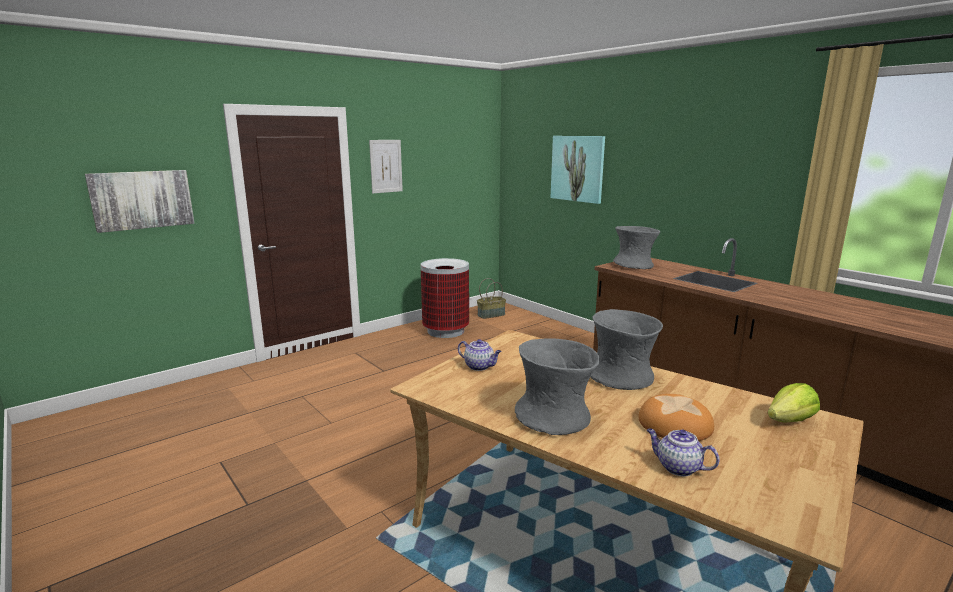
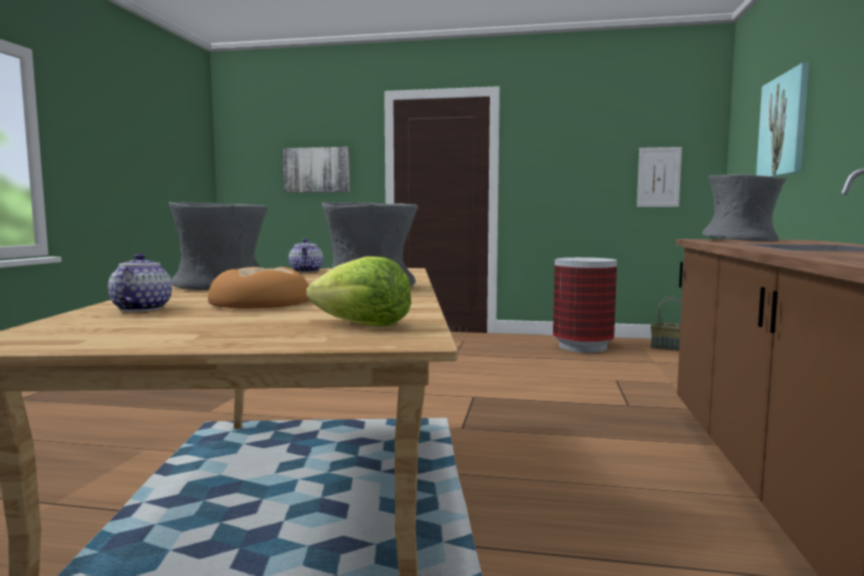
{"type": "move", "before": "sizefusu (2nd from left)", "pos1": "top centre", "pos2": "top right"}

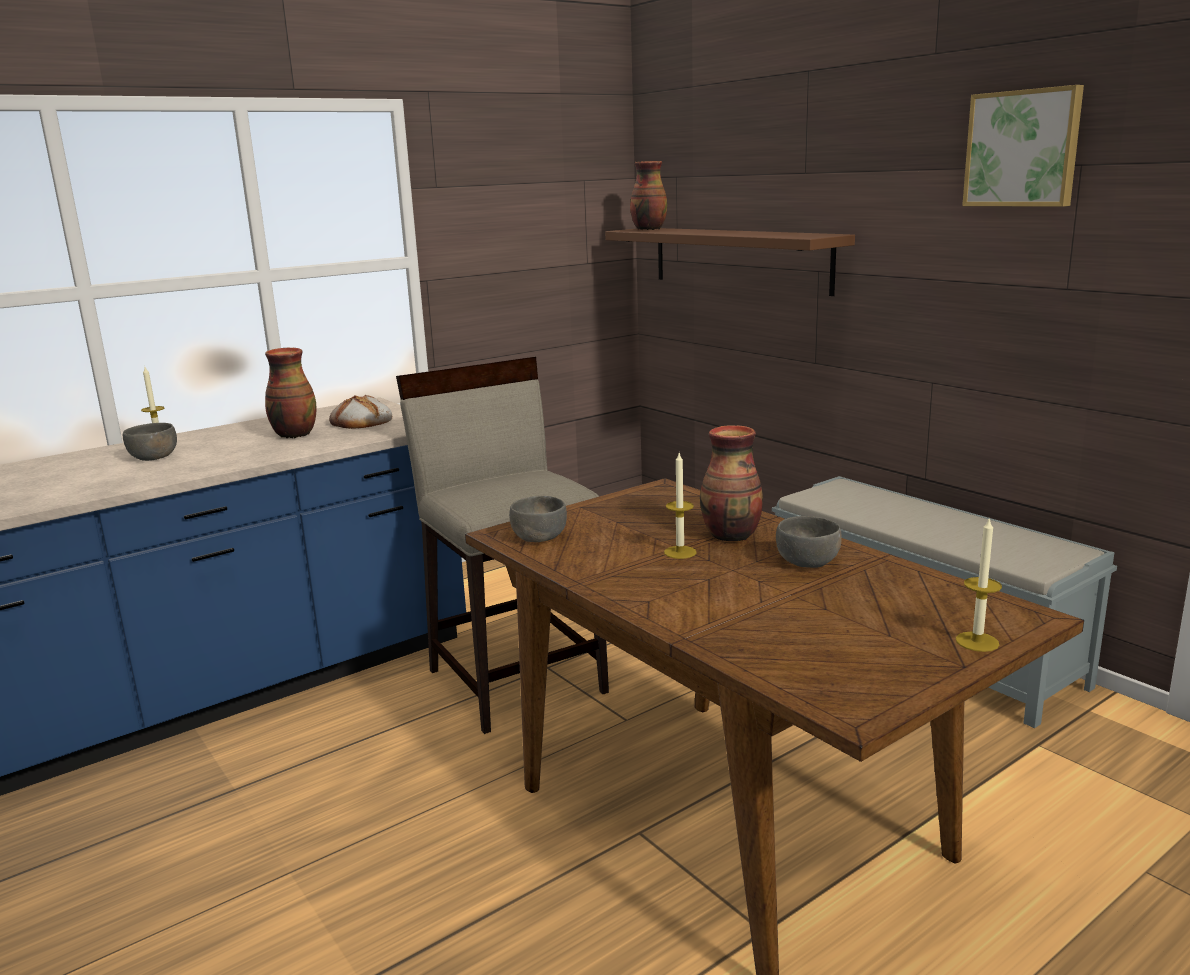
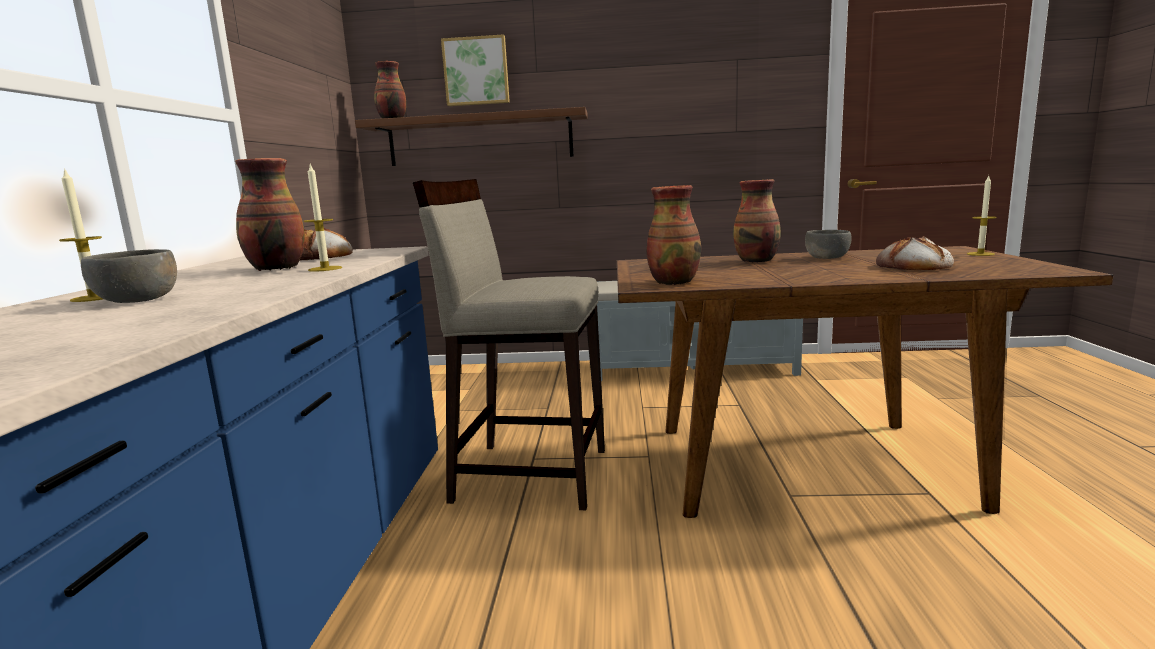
{"type": "move", "before": "sizefusu", "pos1": "top right", "pos2": "top centre"}
{"type": "move", "before": "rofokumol (2nd from left)", "pos1": "centre", "pos2": "middle left"}
{"type": "replace", "before": "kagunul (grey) (2nd from left)", "after": "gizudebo (3rd from left)", "pos1": "centre", "pos2": "centre"}
{"type": "insert", "after": "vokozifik (2nd from left)", "pos2": "middle right"}

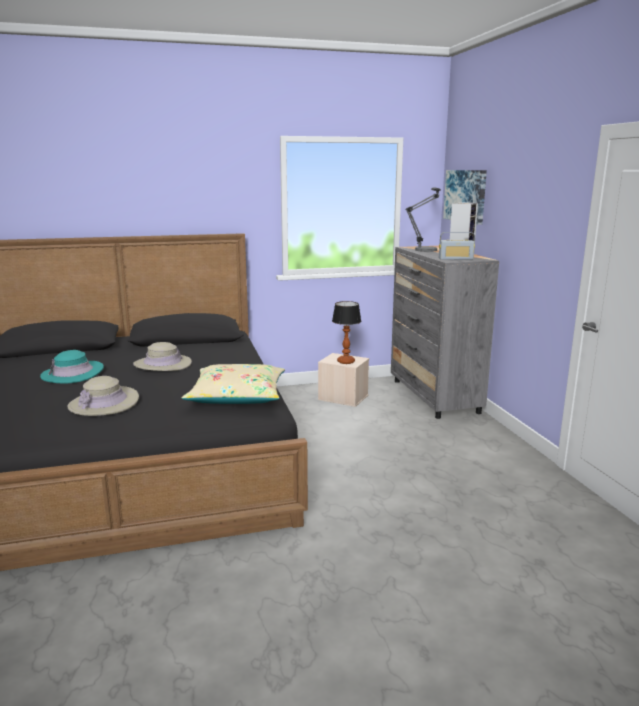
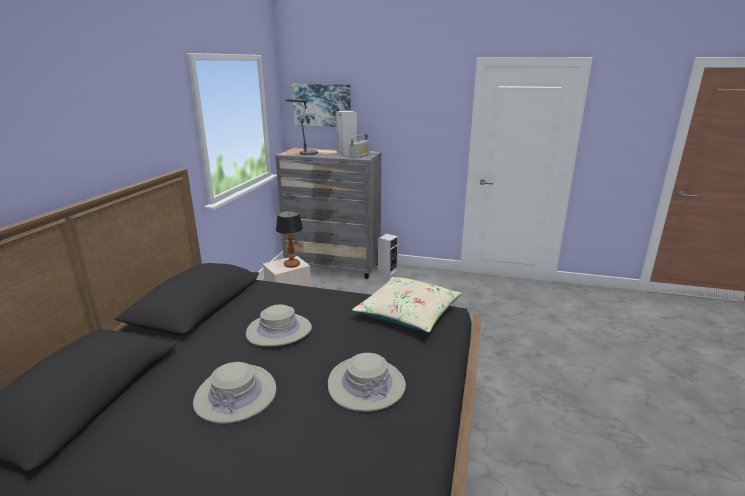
{"type": "recolor", "before": "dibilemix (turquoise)", "after": "dibilemix (beige) (1st from left)", "pos1": "middle left", "pos2": "bottom left"}
{"type": "insert", "after": "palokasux (2nd from left)", "pos2": "centre"}

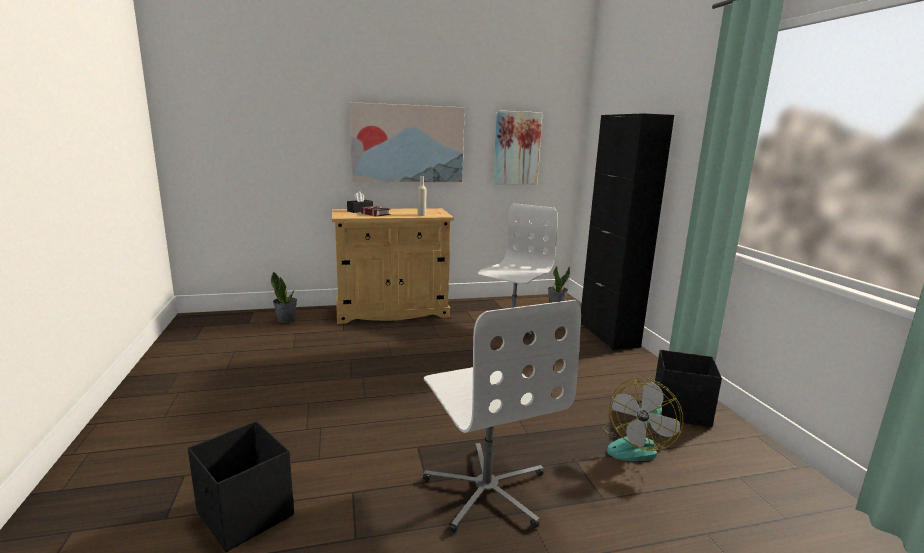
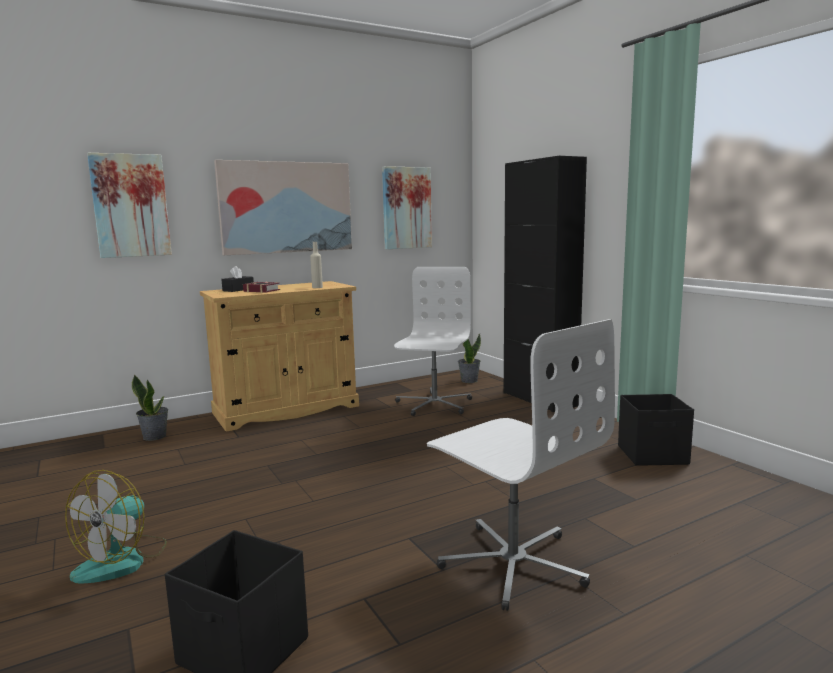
{"type": "move", "before": "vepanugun", "pos1": "bottom right", "pos2": "bottom left"}
{"type": "insert", "after": "sizefusu (1st from left)", "pos2": "top left"}

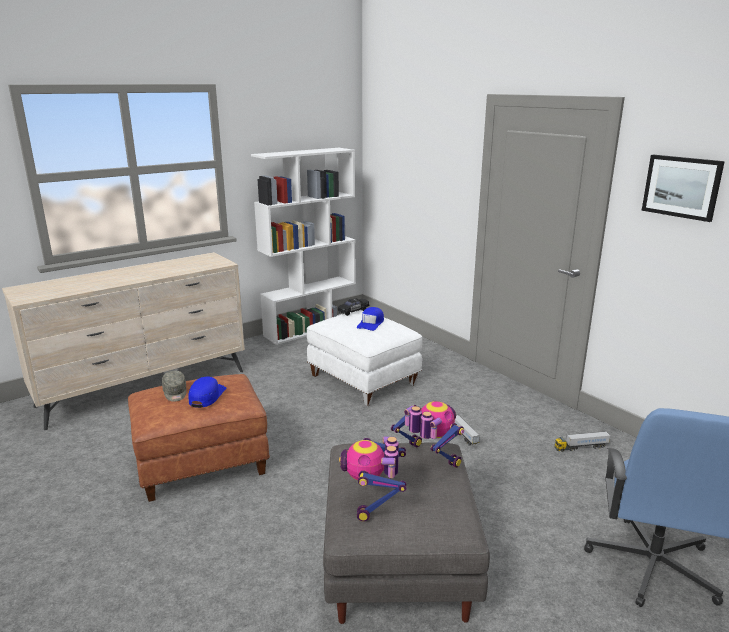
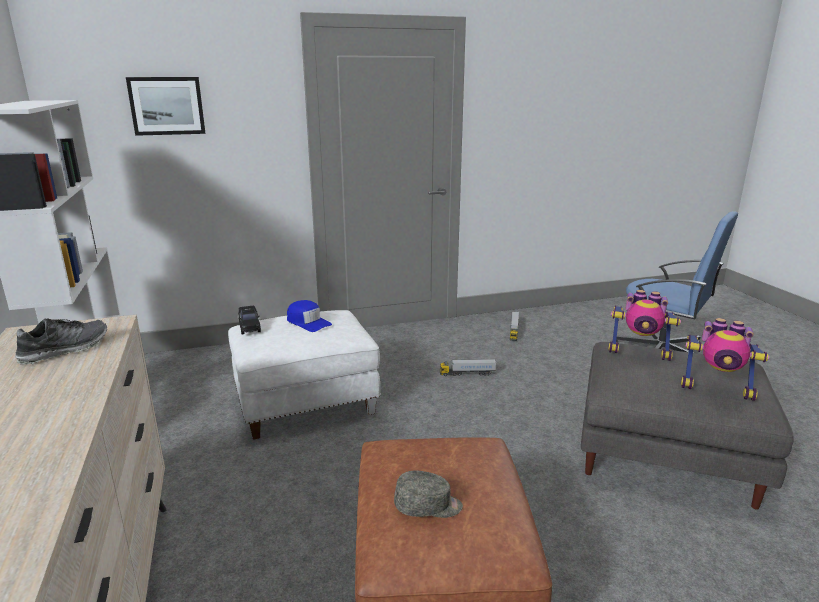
{"type": "move", "before": "sizefusu", "pos1": "top right", "pos2": "top left"}
{"type": "delete", "before": "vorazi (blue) (1st from left)", "pos1": "middle left"}
{"type": "rotate", "before": "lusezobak (2nd from left in the first image)", "pos1": "bottom centre", "pos2": "middle right", "turn": -135}
{"type": "insert", "after": "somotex", "pos2": "middle left"}

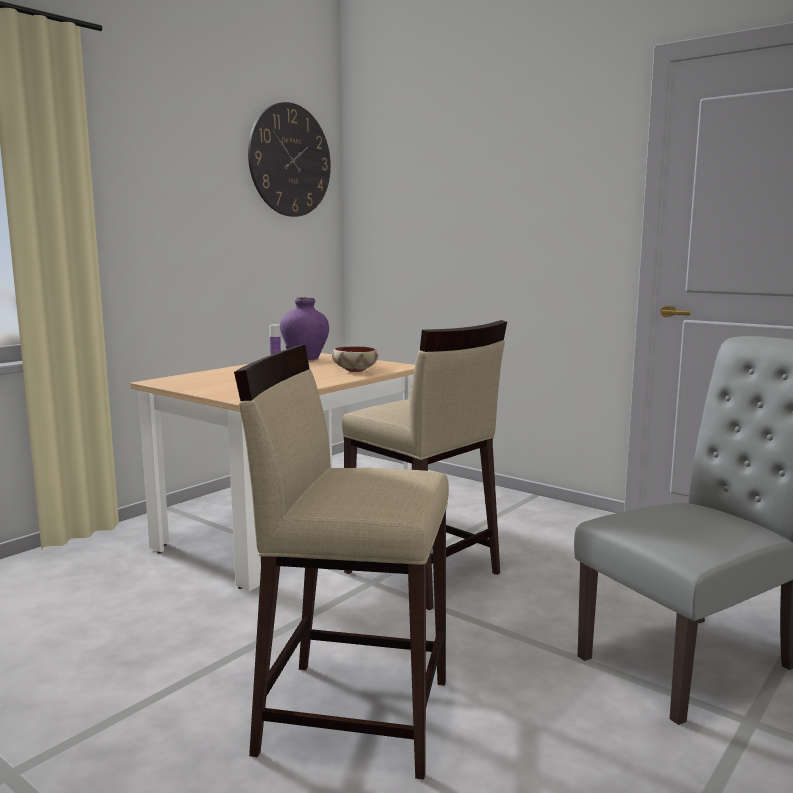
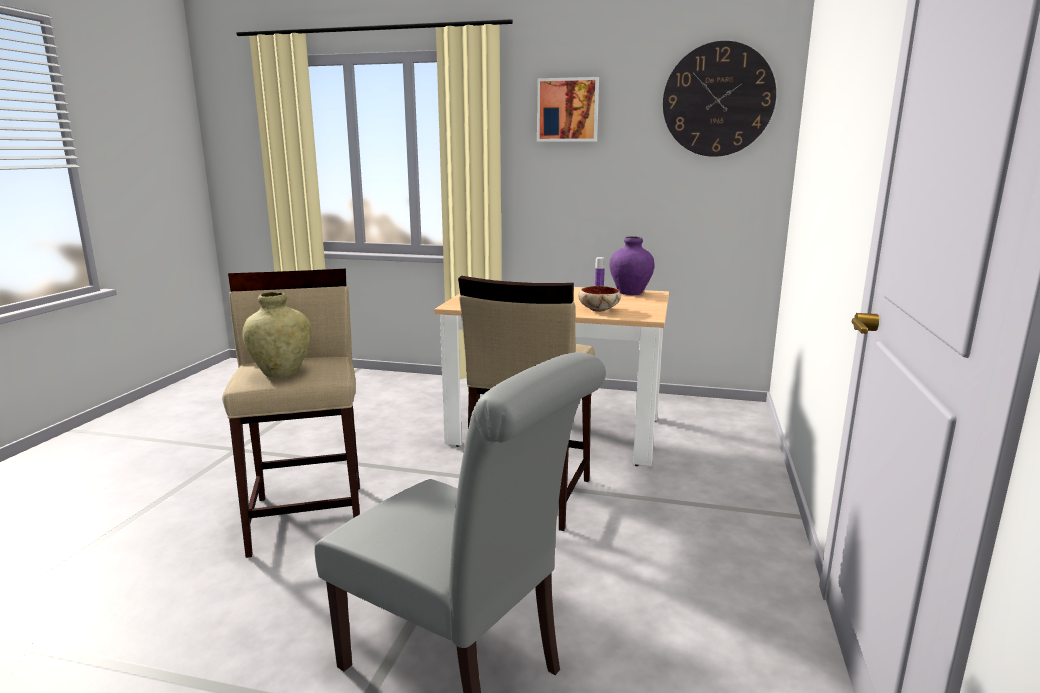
{"type": "insert", "after": "sizefusu", "pos2": "top centre"}
{"type": "insert", "after": "gizudebo (beige)", "pos2": "middle left"}

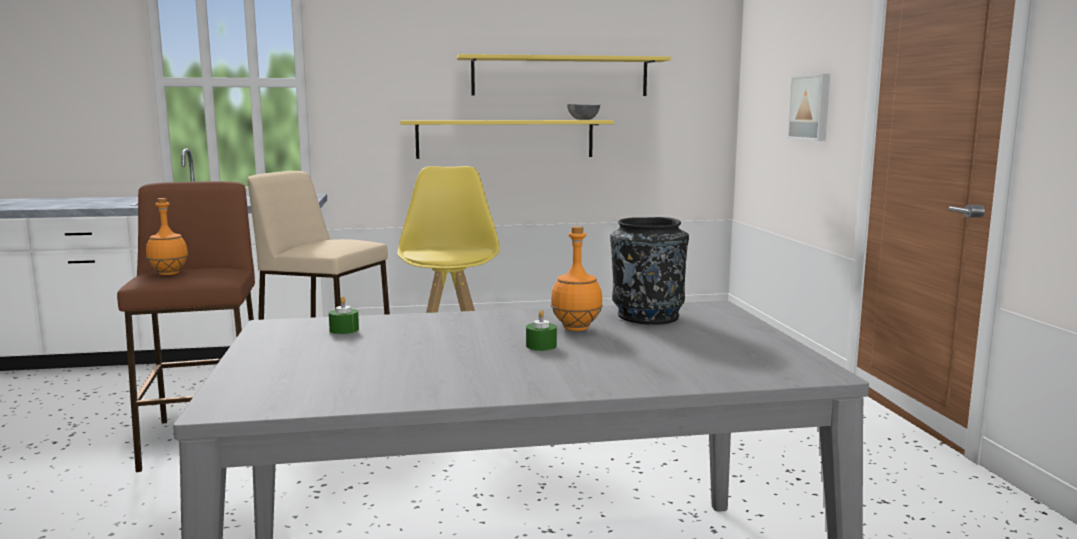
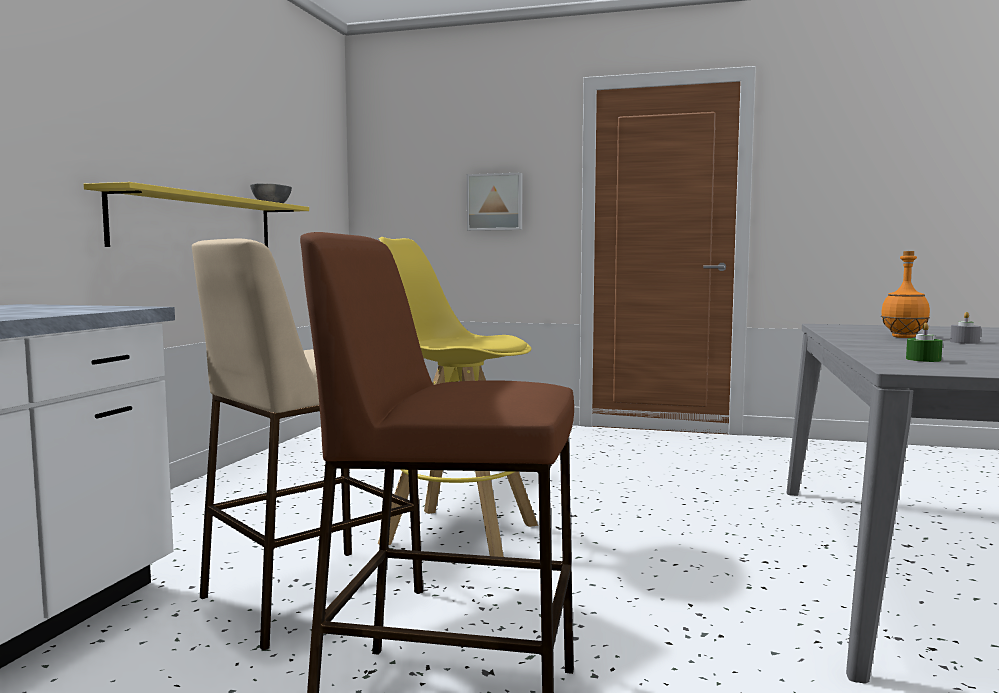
{"type": "delete", "before": "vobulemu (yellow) (2nd from left)", "pos1": "top centre"}
{"type": "delete", "before": "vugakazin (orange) (1st from left)", "pos1": "middle left"}
{"type": "delete", "before": "gizudebo (black)", "pos1": "centre"}
{"type": "recolor", "before": "rofokumol (green) (2nd from left)", "after": "rofokumol (grey)", "pos1": "centre", "pos2": "middle right"}

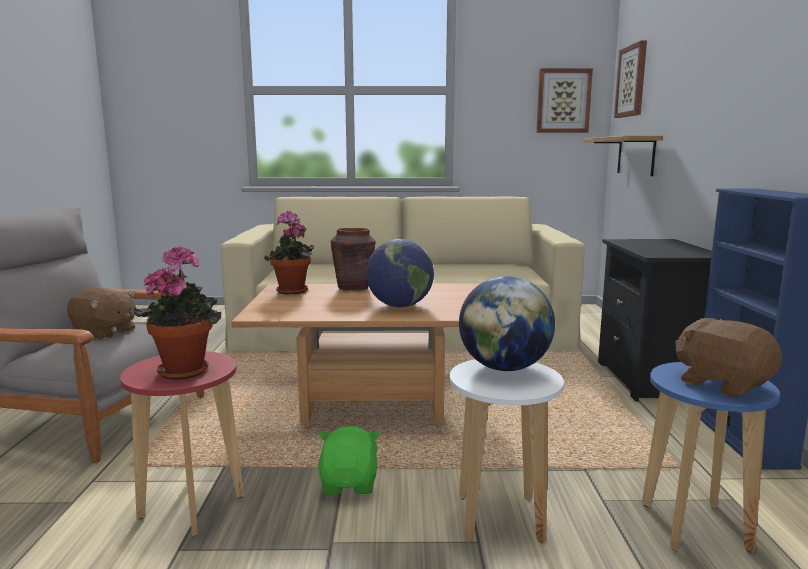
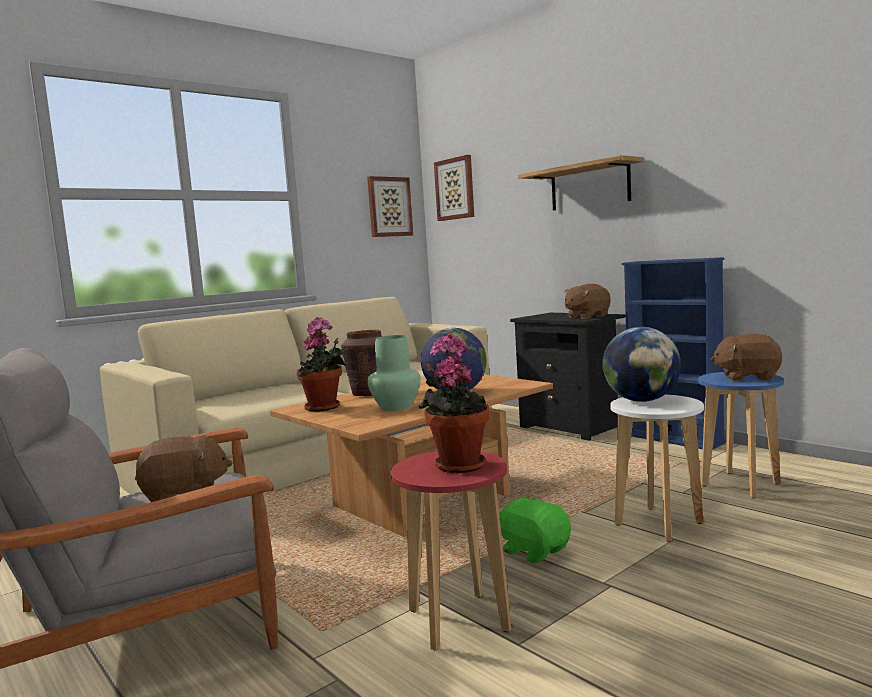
{"type": "move", "before": "vobulemu", "pos1": "top right", "pos2": "top centre"}
{"type": "insert", "after": "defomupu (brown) (2nd from left)", "pos2": "middle right"}
{"type": "insert", "after": "gizudebo (green)", "pos2": "centre"}

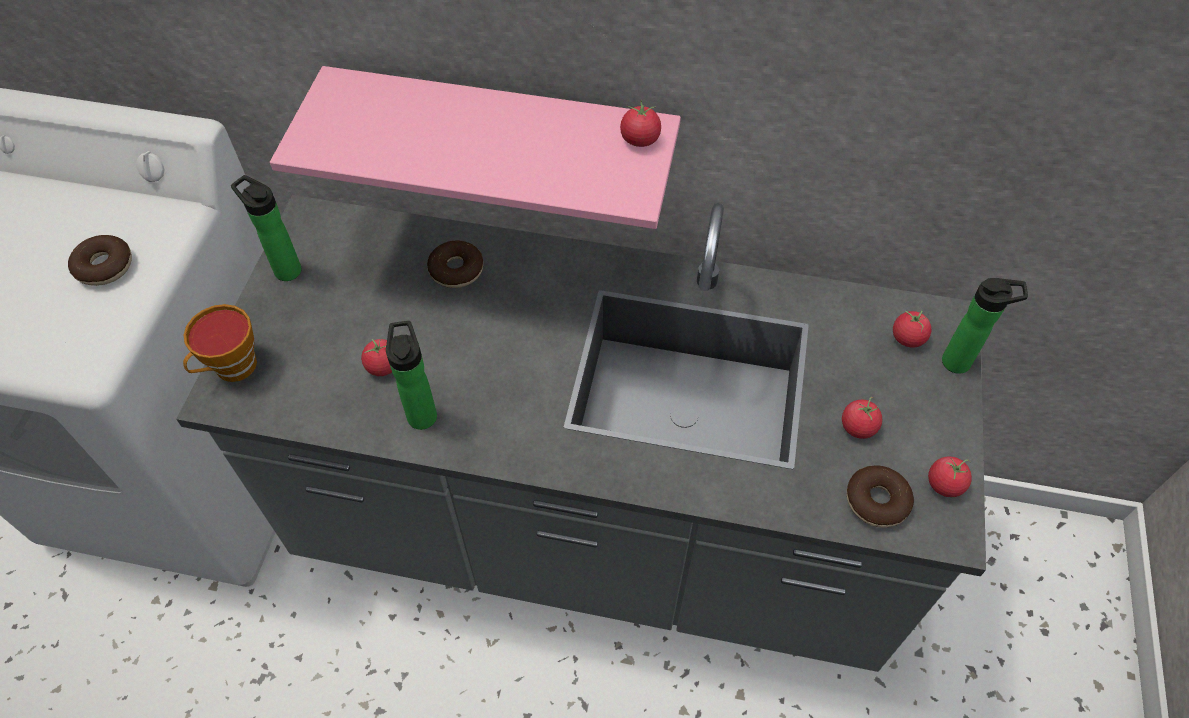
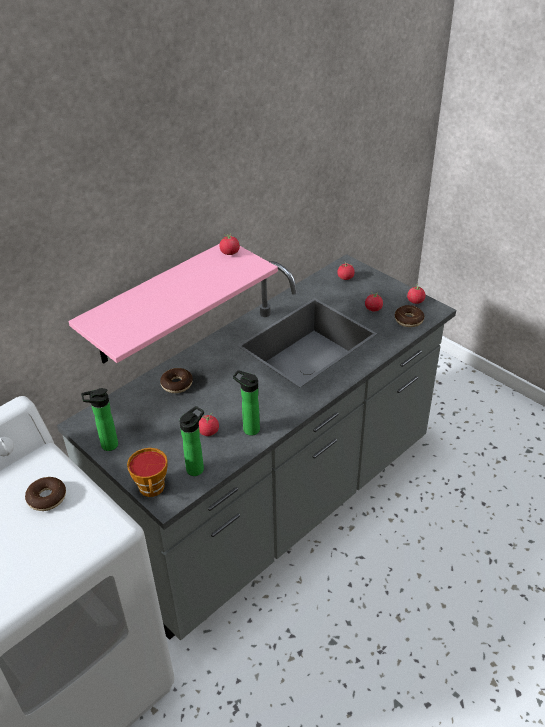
{"type": "move", "before": "vugakazin (3rd from left in the first image)", "after": "vugakazin (2nd from left)", "pos1": "middle right", "pos2": "centre"}

